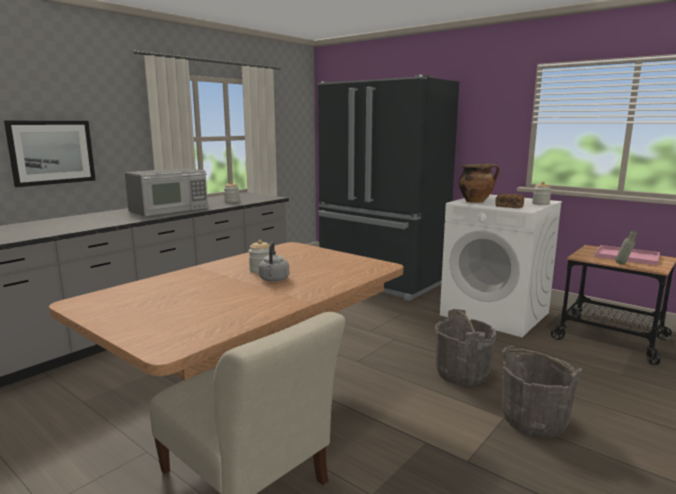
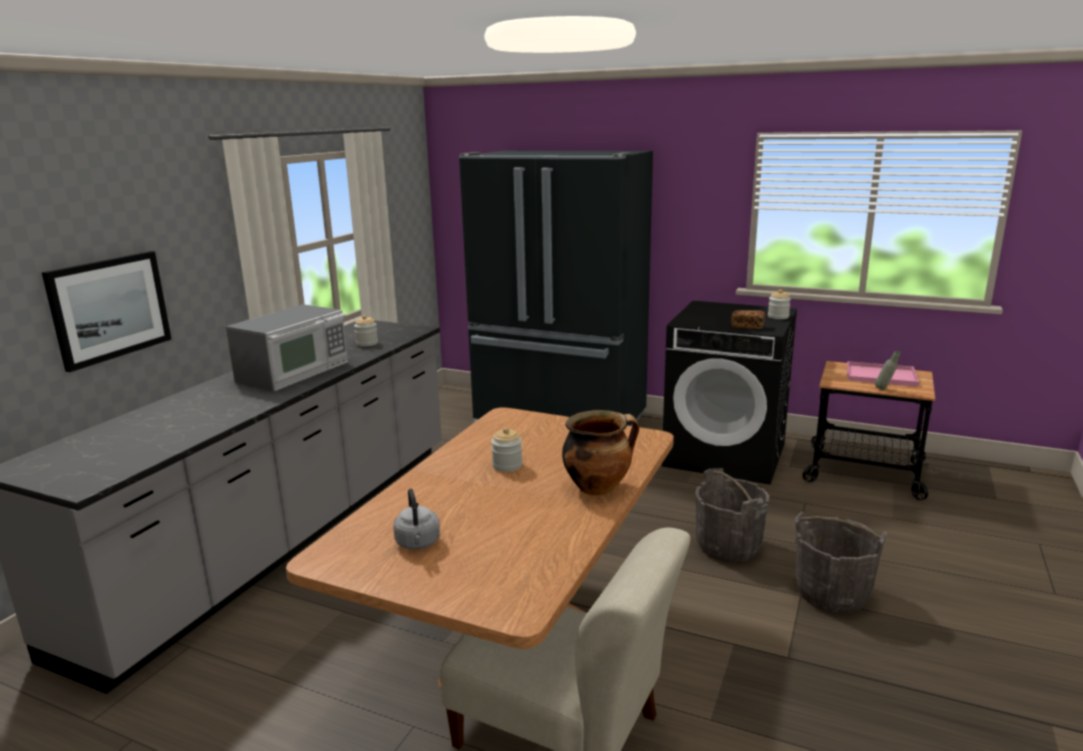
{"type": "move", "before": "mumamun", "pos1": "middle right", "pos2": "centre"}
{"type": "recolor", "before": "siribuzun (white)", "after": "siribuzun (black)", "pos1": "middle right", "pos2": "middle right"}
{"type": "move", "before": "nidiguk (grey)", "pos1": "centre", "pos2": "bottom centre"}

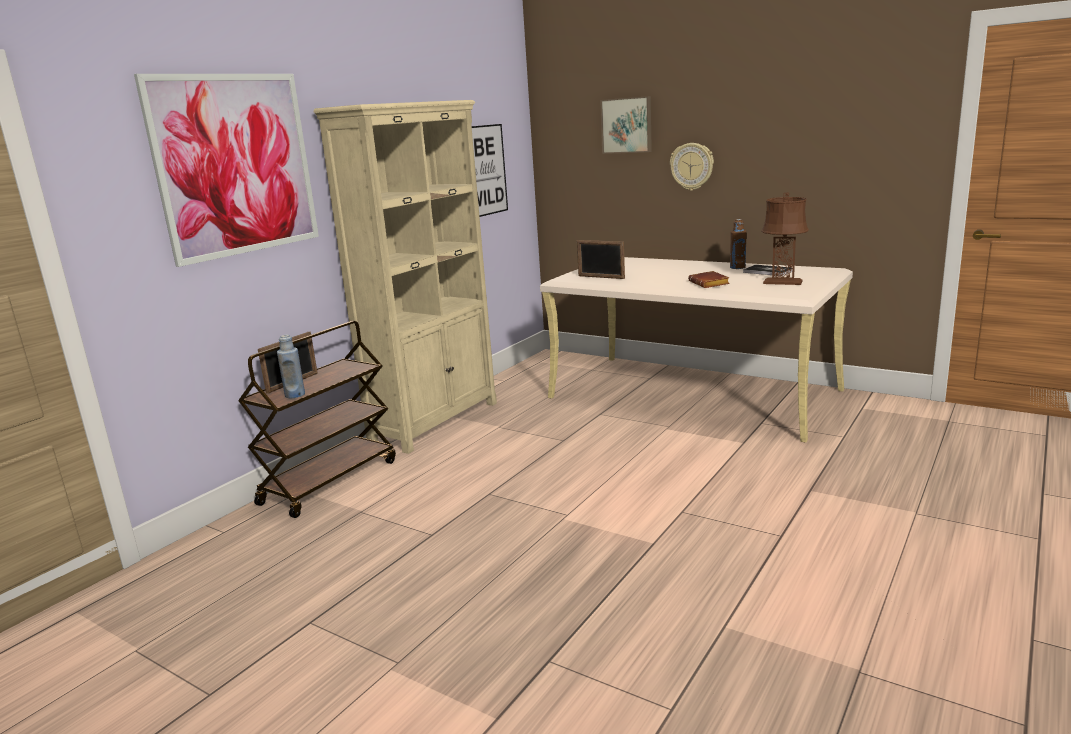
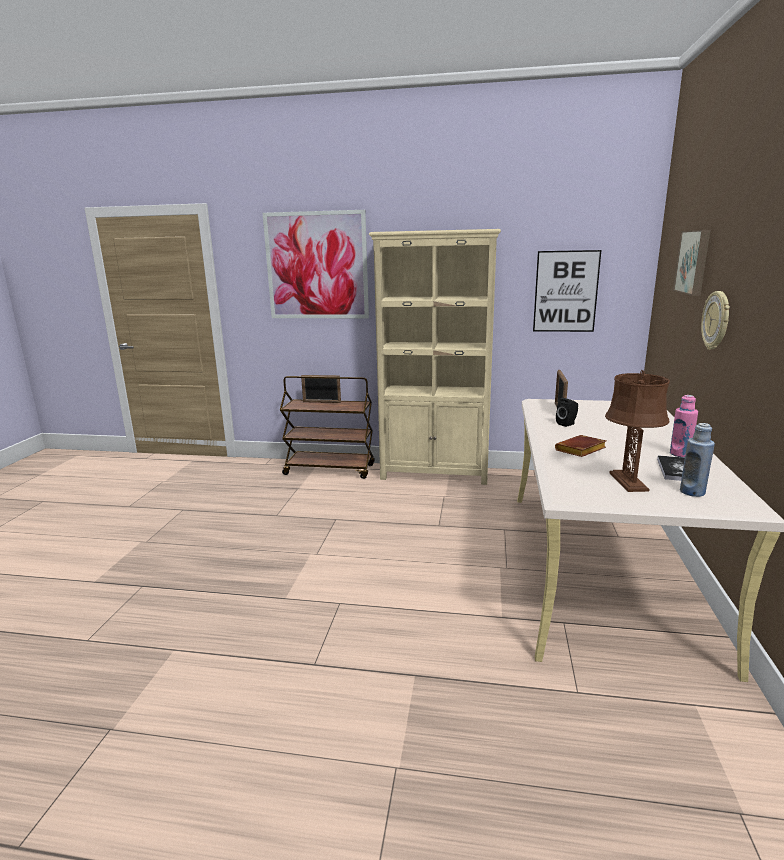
{"type": "recolor", "before": "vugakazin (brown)", "after": "vugakazin (pink)", "pos1": "top right", "pos2": "middle right"}
{"type": "move", "before": "vugakazin (blue)", "pos1": "middle left", "pos2": "middle right"}
{"type": "insert", "after": "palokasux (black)", "pos2": "middle right"}

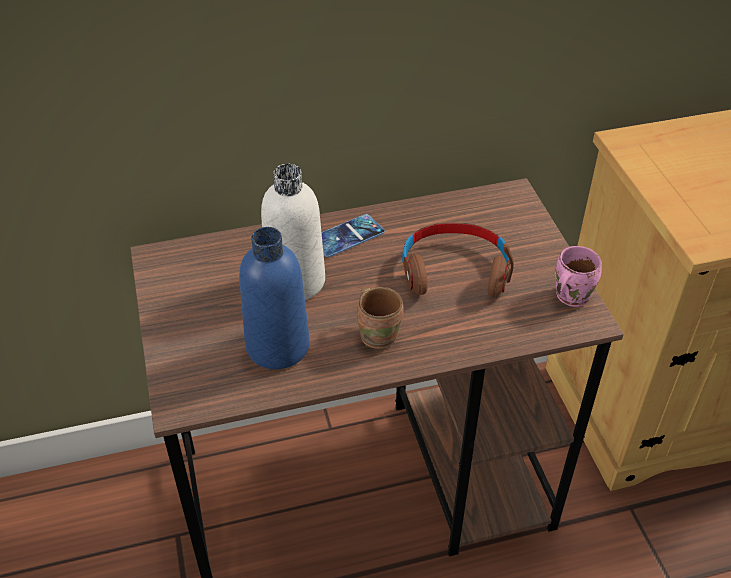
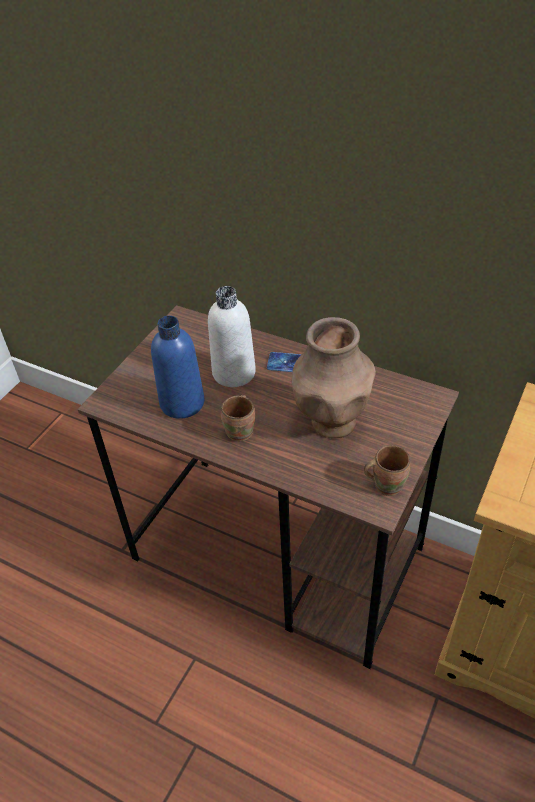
{"type": "replace", "before": "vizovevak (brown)", "after": "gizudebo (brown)", "pos1": "centre", "pos2": "centre"}
{"type": "recolor", "before": "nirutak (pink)", "after": "nirutak (brown) (2nd from left)", "pos1": "middle right", "pos2": "middle right"}

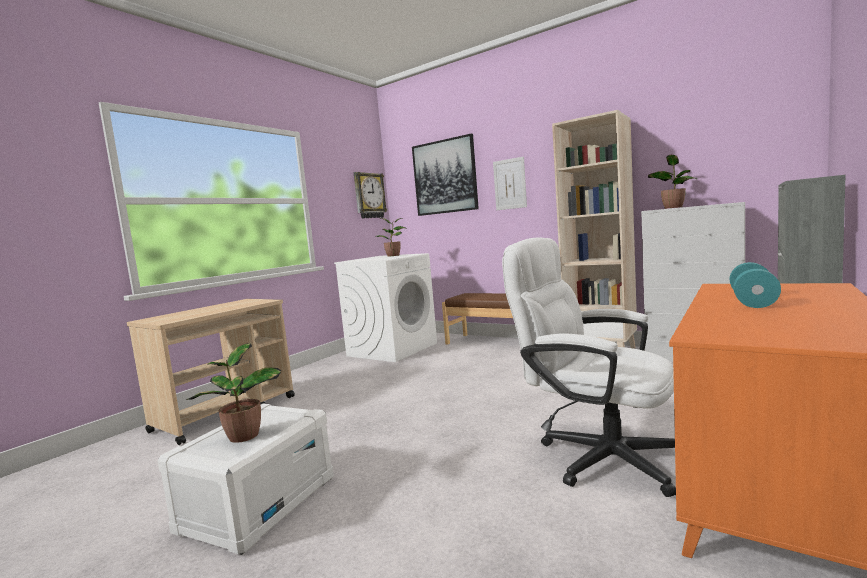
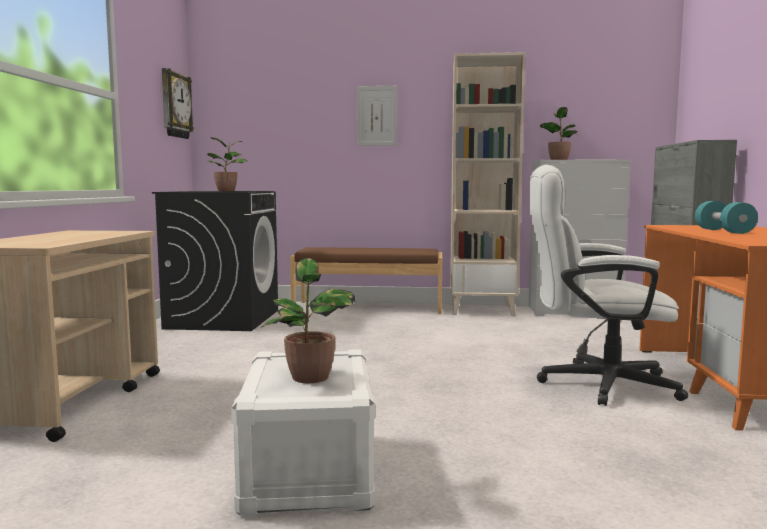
{"type": "delete", "before": "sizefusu (1st from left)", "pos1": "top centre"}
{"type": "recolor", "before": "siribuzun (white)", "after": "siribuzun (black)", "pos1": "centre", "pos2": "middle left"}

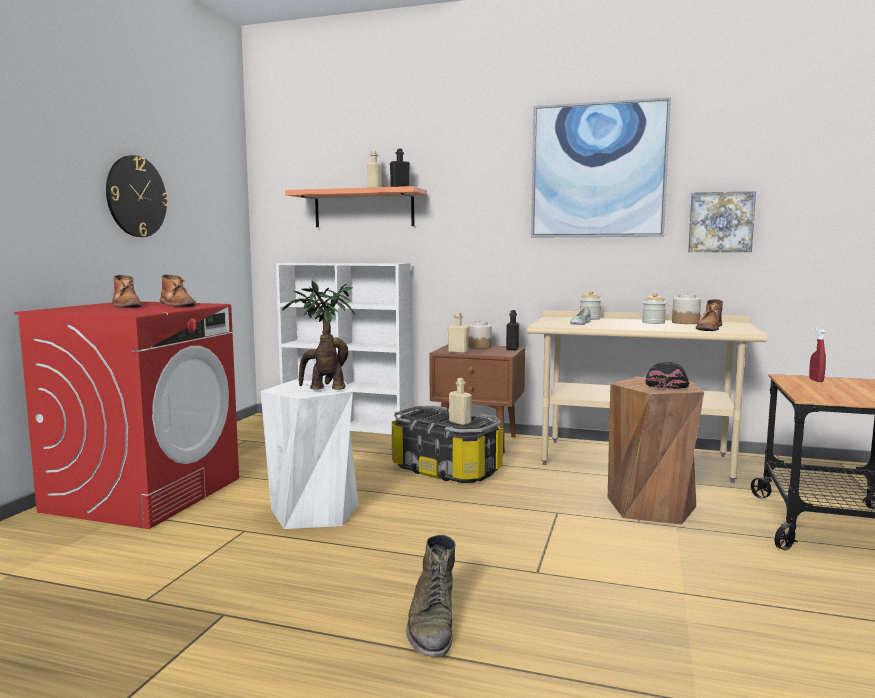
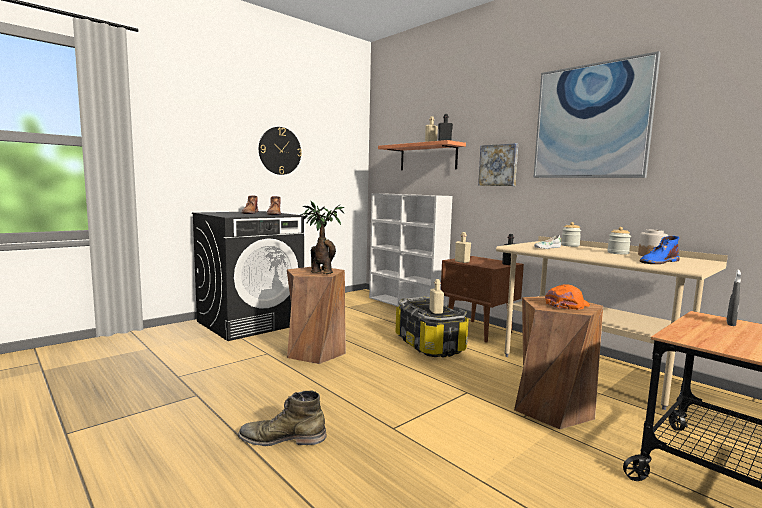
{"type": "move", "before": "sizefusu (2nd from left in the first image)", "after": "sizefusu (1st from left)", "pos1": "top right", "pos2": "top centre"}
{"type": "recolor", "before": "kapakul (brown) (3rd from left)", "after": "kapakul (blue)", "pos1": "middle right", "pos2": "middle right"}
{"type": "recolor", "before": "siribuzun (red)", "after": "siribuzun (black)", "pos1": "middle left", "pos2": "middle left"}
{"type": "delete", "before": "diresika (1st from left)", "pos1": "centre"}
{"type": "recolor", "before": "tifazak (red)", "after": "tifazak (grey)", "pos1": "middle right", "pos2": "middle right"}
{"type": "recolor", "before": "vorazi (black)", "after": "vorazi (orange)", "pos1": "middle right", "pos2": "middle right"}
{"type": "recolor", "before": "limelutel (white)", "after": "limelutel (brown) (1st from left)", "pos1": "centre", "pos2": "centre"}
{"type": "rotate", "before": "kapakul (green)", "pos1": "bottom centre", "pos2": "bottom centre", "turn": 60}

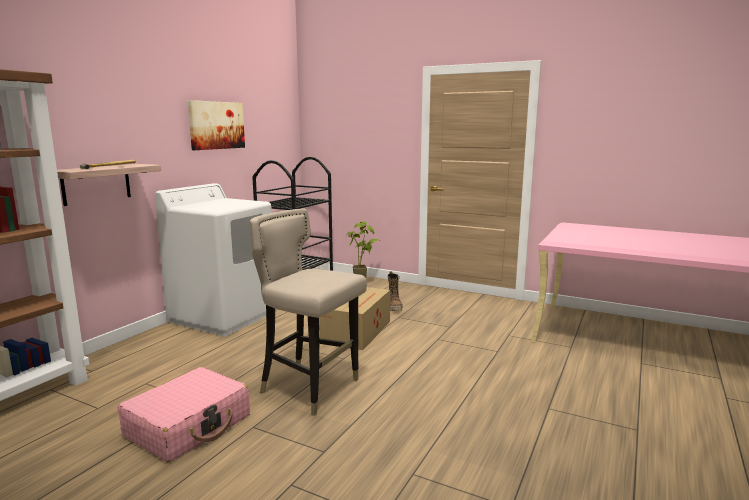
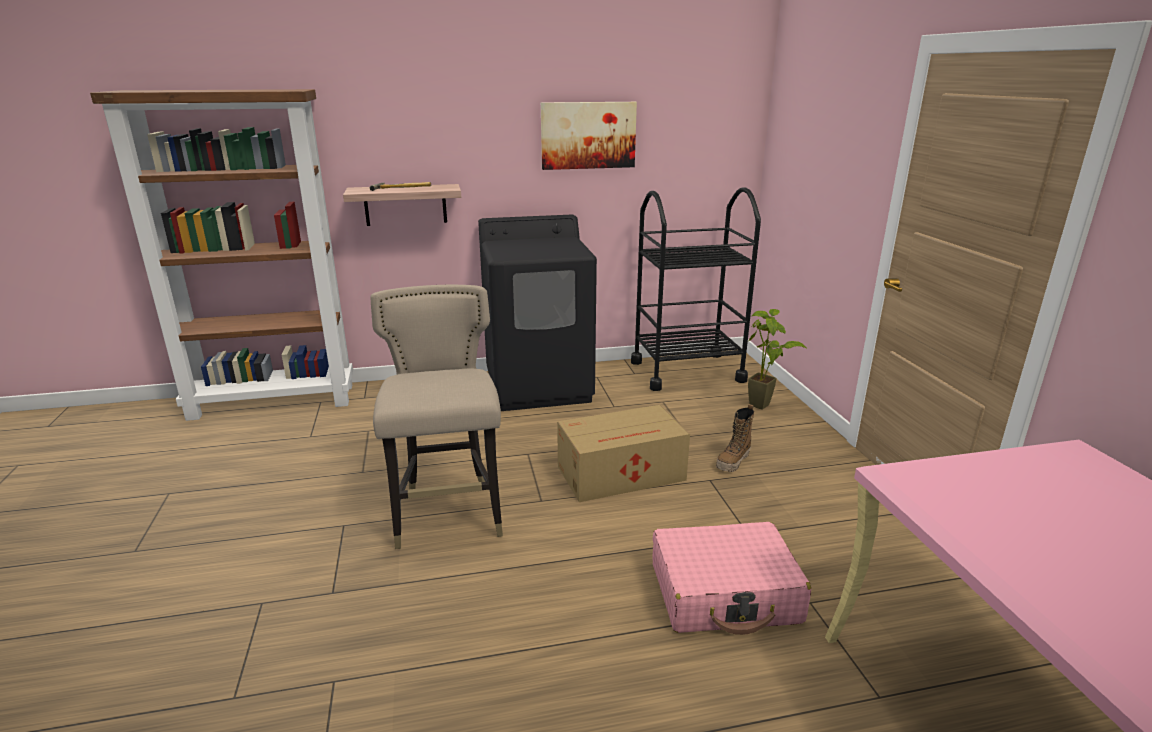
{"type": "recolor", "before": "siribuzun (white)", "after": "siribuzun (black)", "pos1": "middle left", "pos2": "centre"}
{"type": "move", "before": "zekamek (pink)", "pos1": "bottom left", "pos2": "bottom centre"}

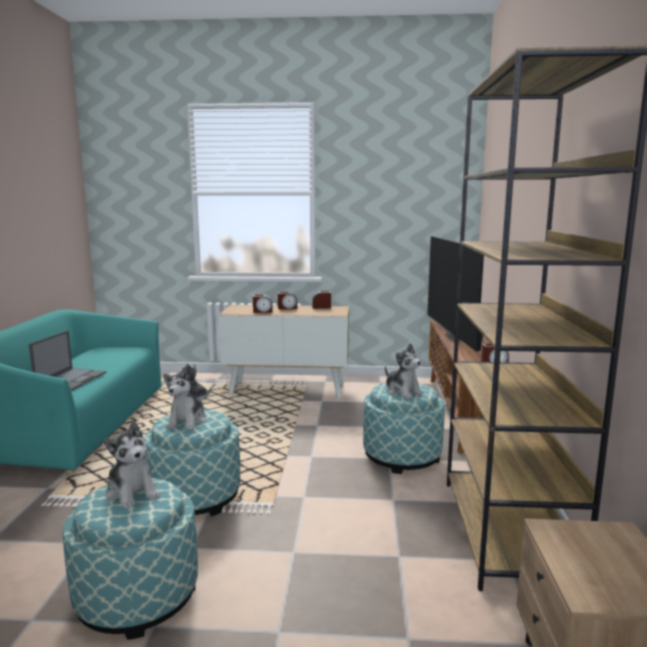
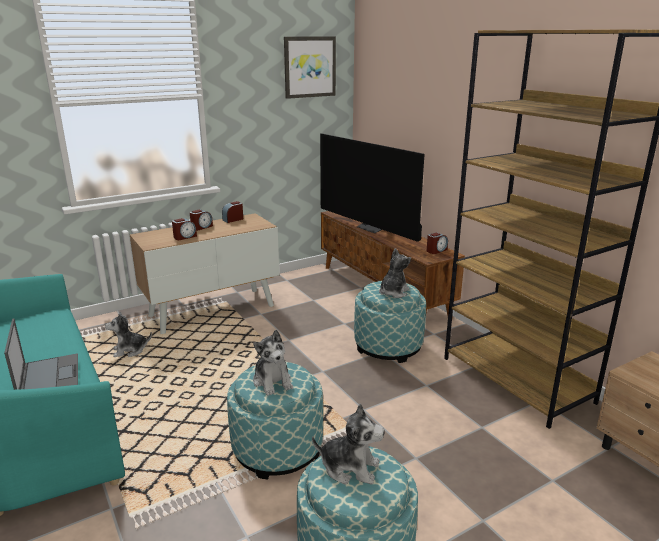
{"type": "rotate", "before": "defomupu (4th from left)", "pos1": "centre", "pos2": "centre", "turn": -75}
{"type": "insert", "after": "sizefusu", "pos2": "top centre"}

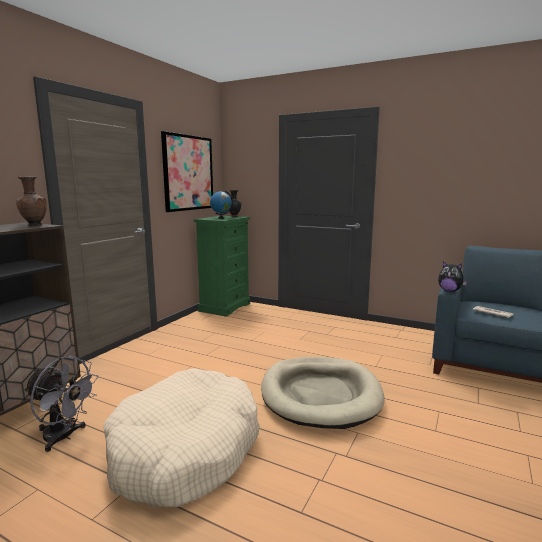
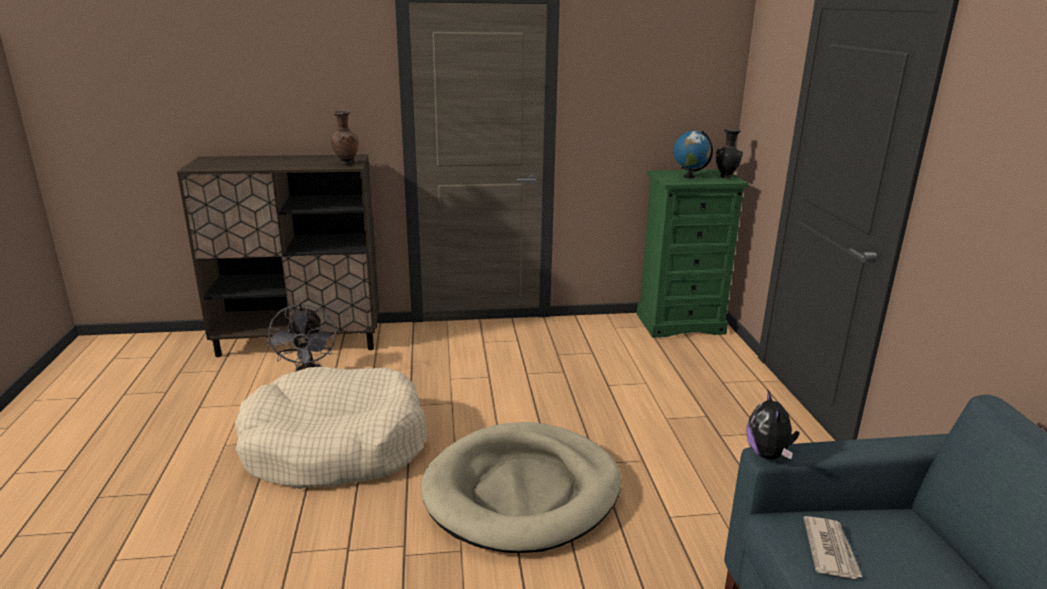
{"type": "delete", "before": "sizefusu", "pos1": "top centre"}

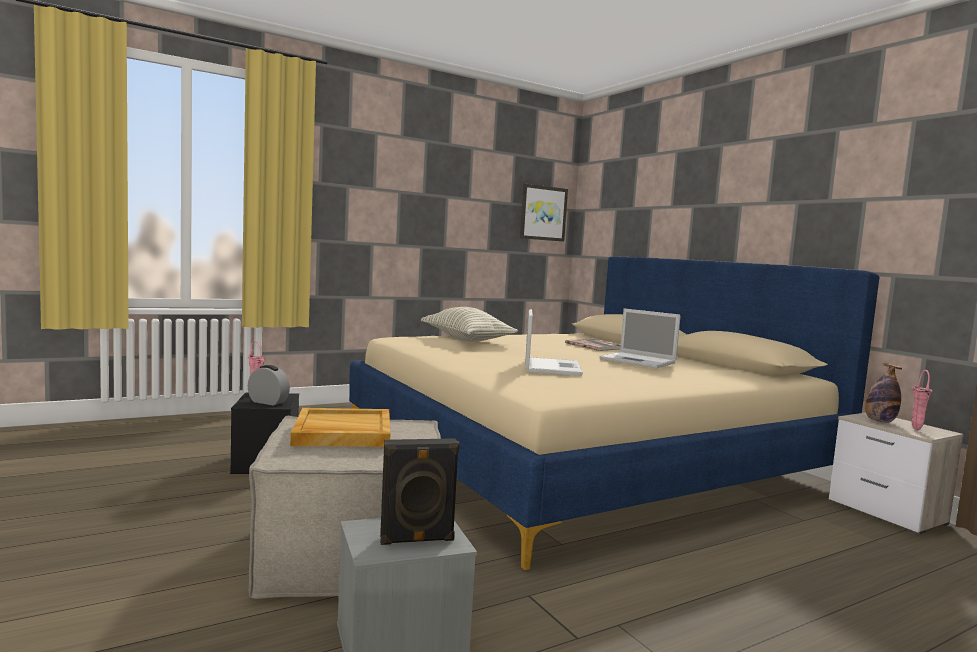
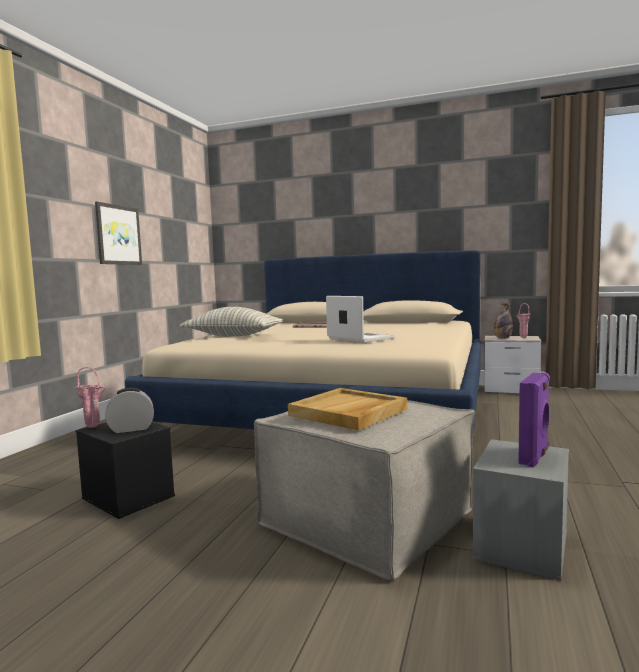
{"type": "move", "before": "sizefusu", "pos1": "top centre", "pos2": "middle left"}
{"type": "delete", "before": "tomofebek (2nd from left)", "pos1": "centre"}
{"type": "recolor", "before": "palokasux (black)", "after": "palokasux (purple)", "pos1": "bottom centre", "pos2": "middle right"}

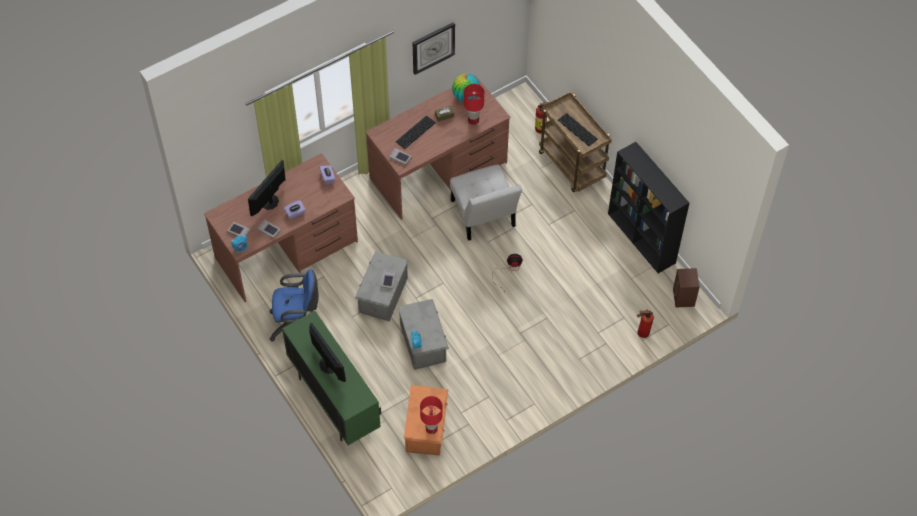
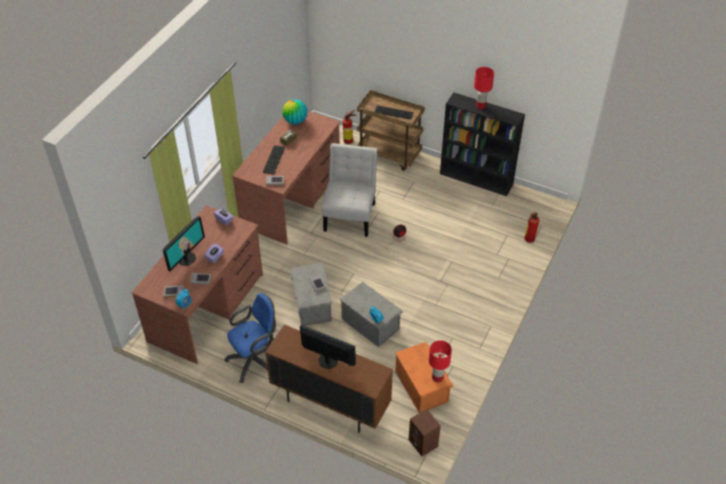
{"type": "delete", "before": "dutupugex", "pos1": "top centre"}
{"type": "move", "before": "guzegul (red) (2nd from left)", "pos1": "top centre", "pos2": "top right"}
{"type": "rotate", "before": "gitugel (1st from left)", "pos1": "middle left", "pos2": "middle left", "turn": -150}
{"type": "rotate", "before": "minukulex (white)", "pos1": "centre", "pos2": "centre", "turn": -120}
{"type": "move", "before": "palokasux (brown)", "pos1": "middle right", "pos2": "bottom centre"}
{"type": "recolor", "before": "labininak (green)", "after": "labininak (brown)", "pos1": "bottom centre", "pos2": "bottom centre"}

